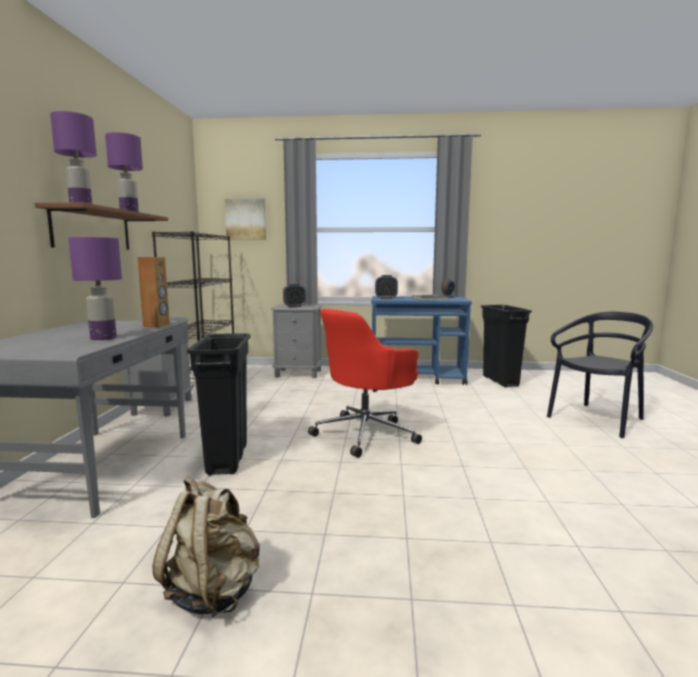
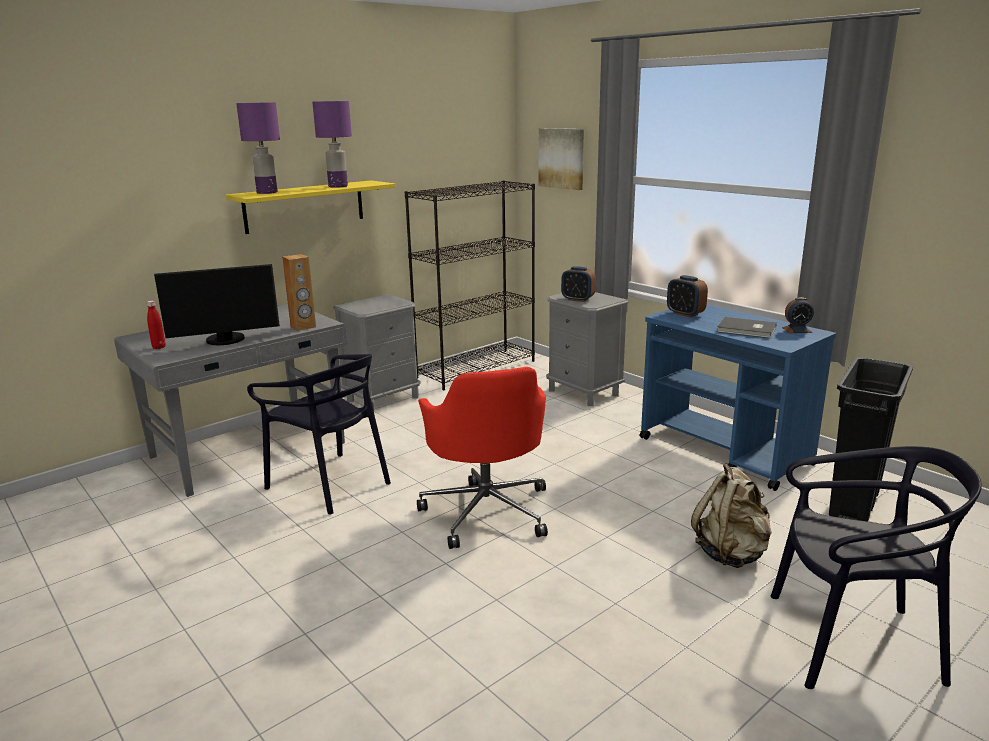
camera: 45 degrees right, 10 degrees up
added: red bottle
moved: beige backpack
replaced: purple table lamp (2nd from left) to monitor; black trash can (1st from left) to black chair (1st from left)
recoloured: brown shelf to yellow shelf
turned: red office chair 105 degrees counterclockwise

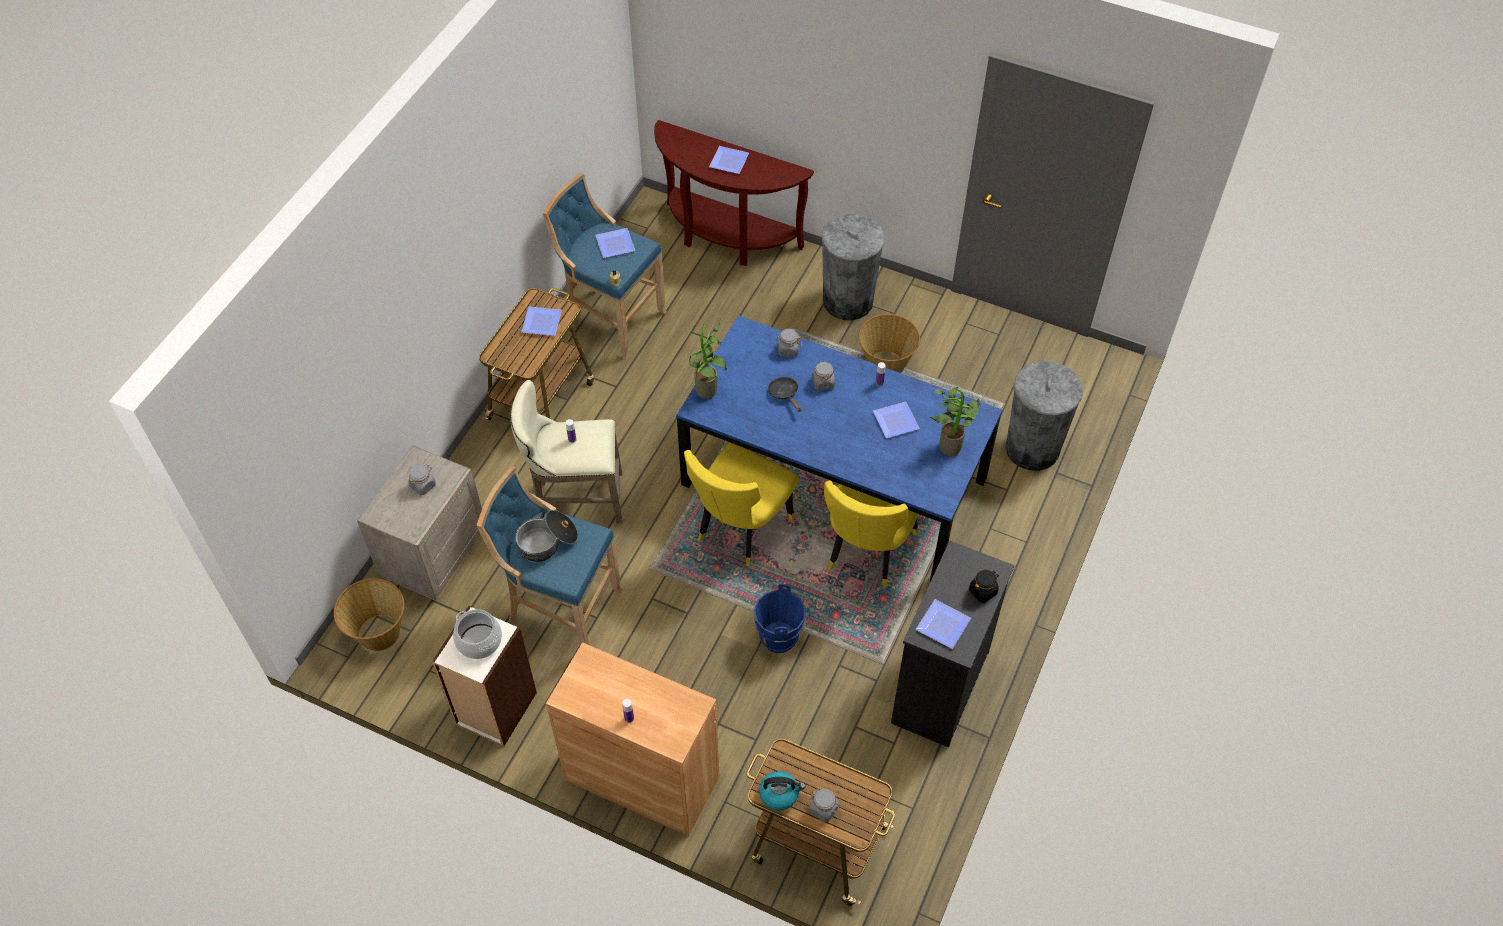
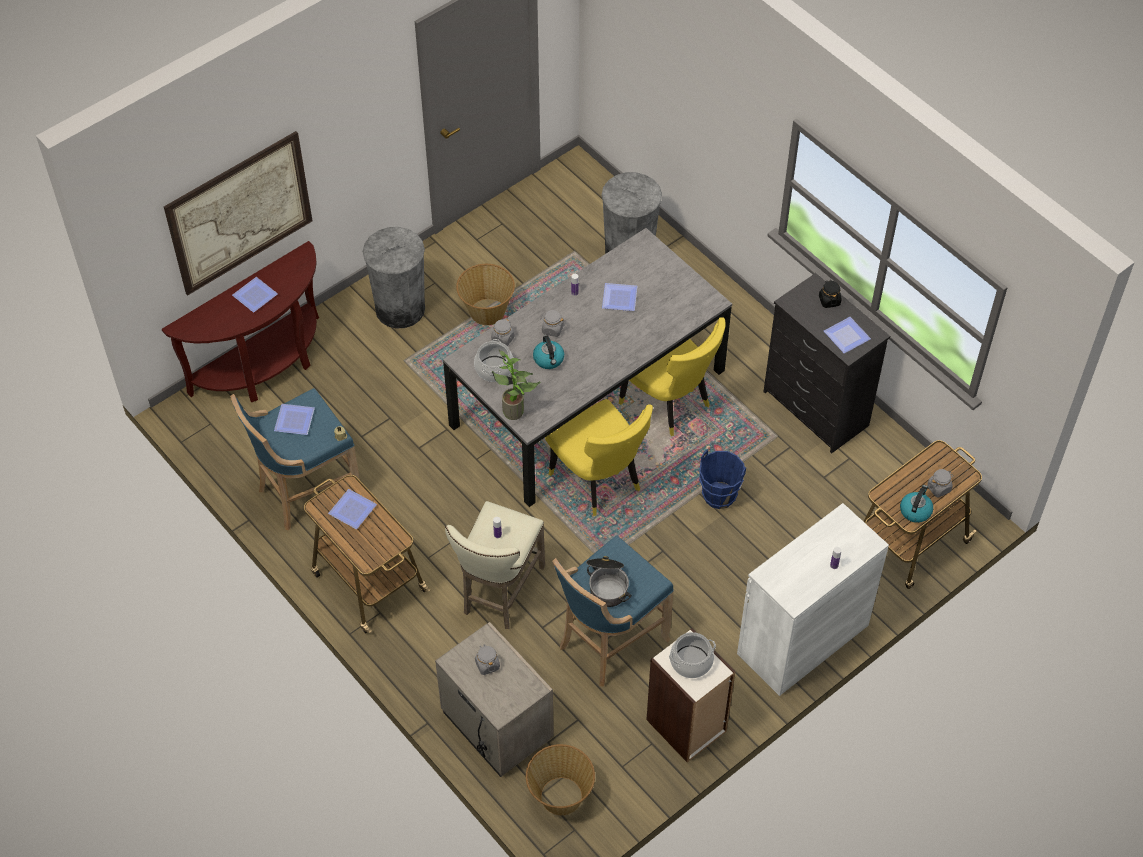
camera: 65 degrees left, 0 degrees up
removed: potted plant (2nd from left)
added: picture; cooking pot (1st from left)
replaced: black frying pan to kettle (1st from left)
recoloured: blue dining table to grey dining table; brown cabinet to white cabinet

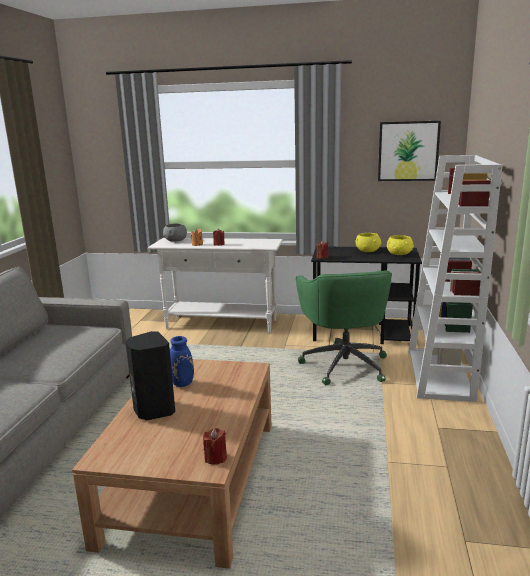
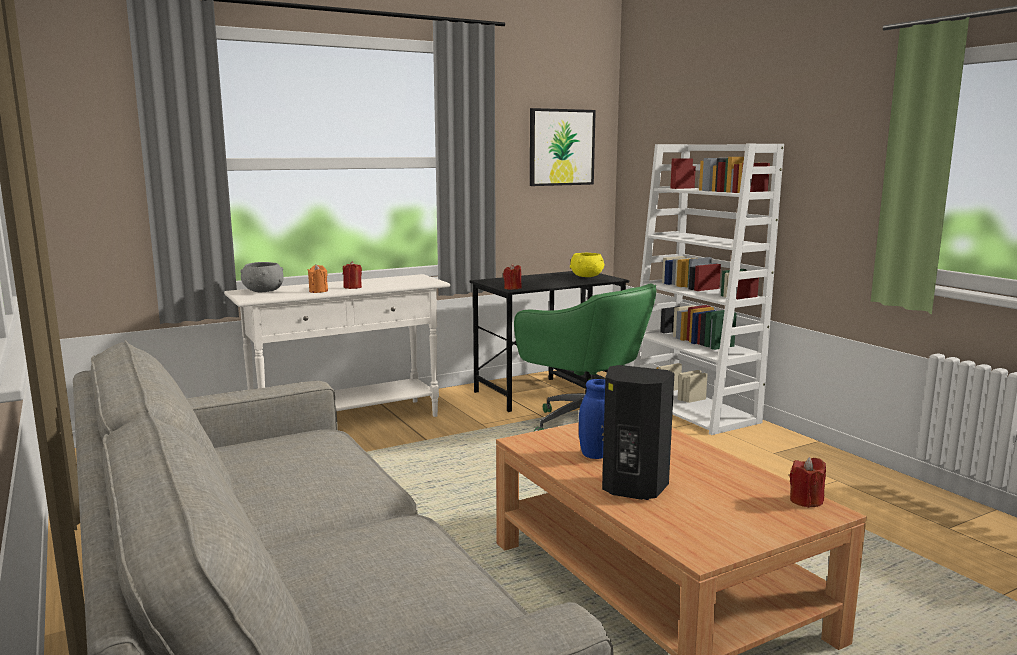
camera: 40 degrees left, 5 degrees down
removed: yellow bowl (1st from left)

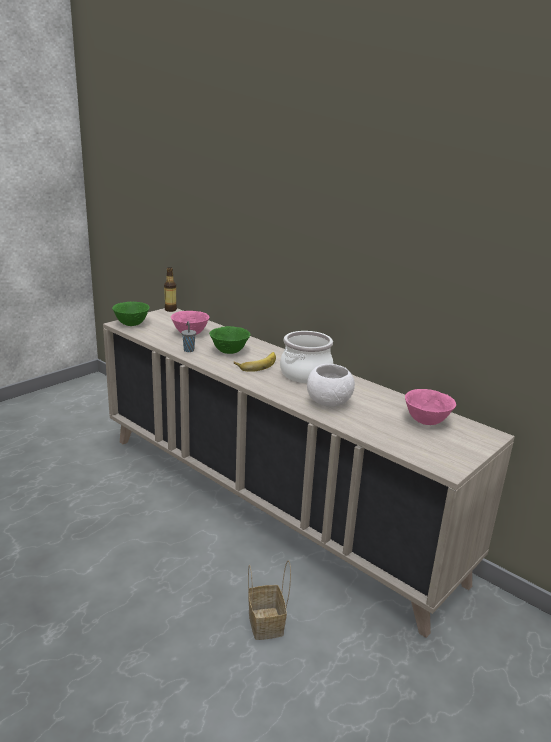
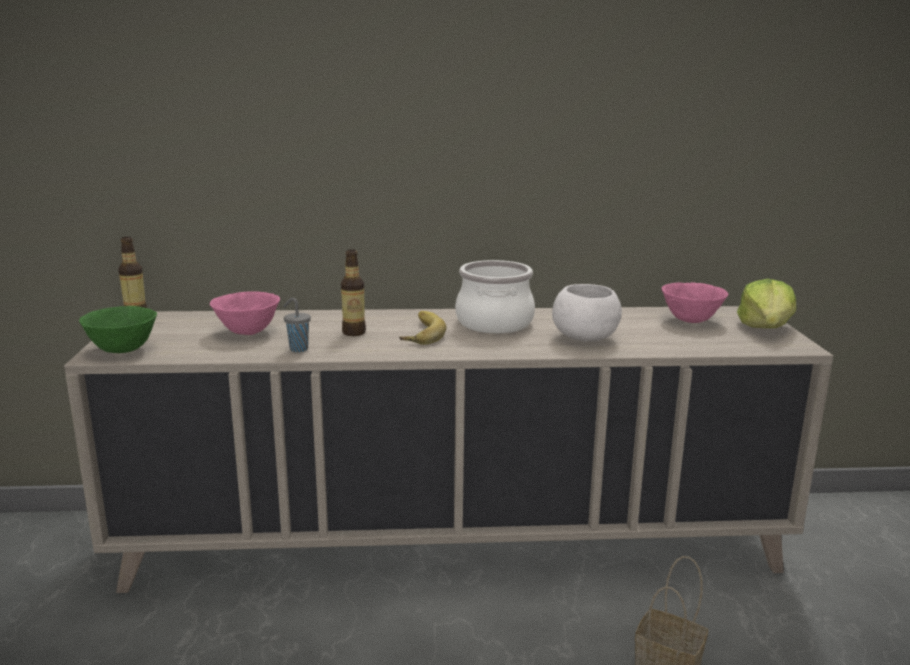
camera: 45 degrees left, 5 degrees down
added: lettuce
replaced: green bowl (2nd from left) to bottle (2nd from left)

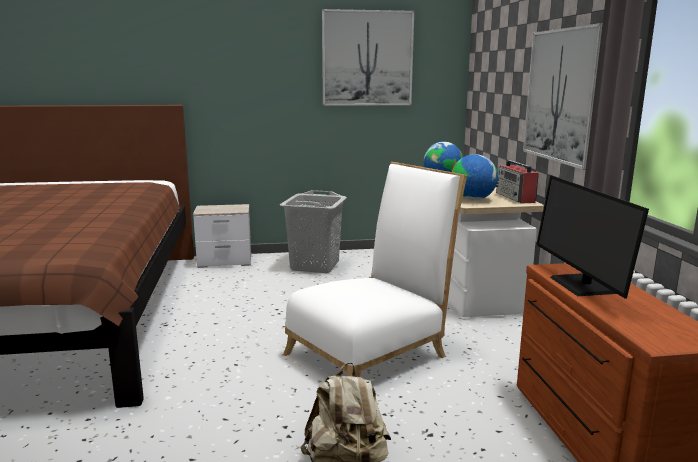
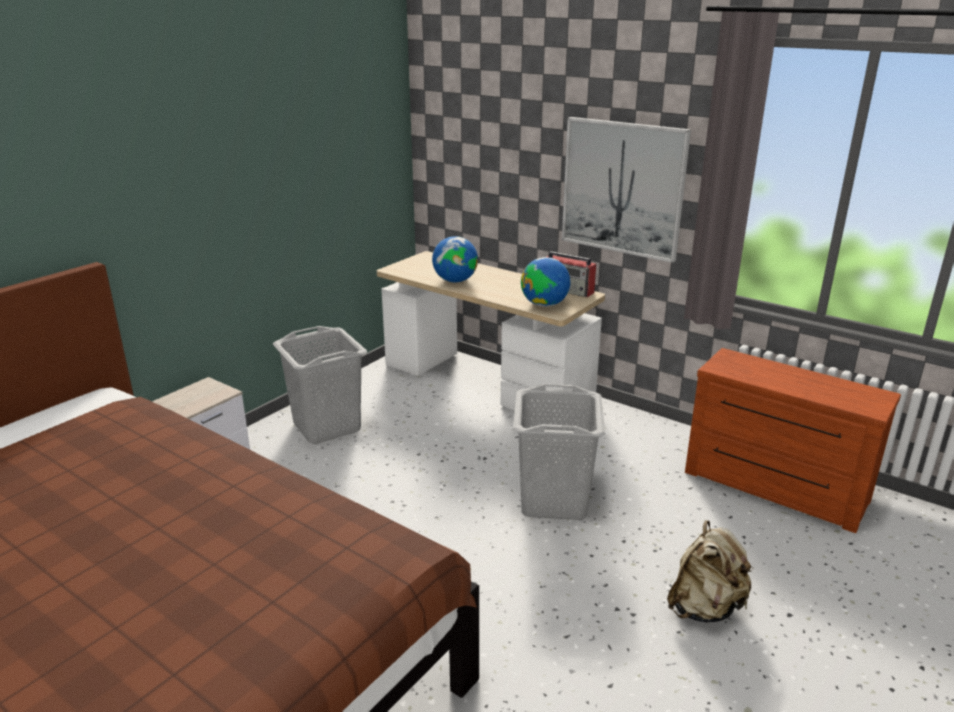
camera: 45 degrees left, 10 degrees up
removed: picture (1st from left); monitor
replaced: white chair to grey laundry basket (2nd from left)

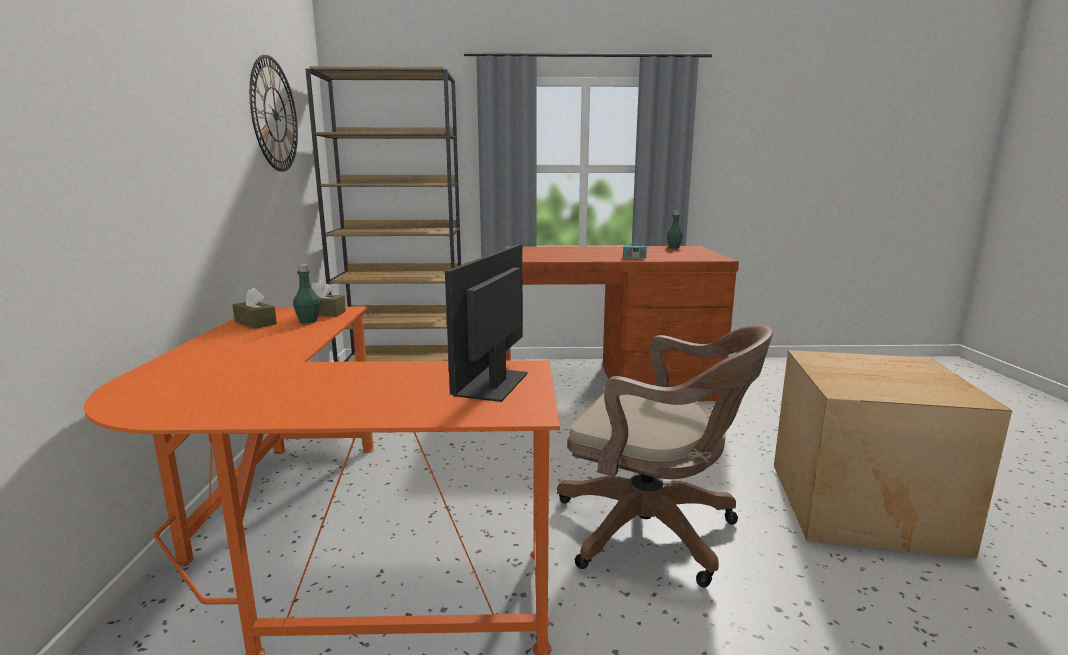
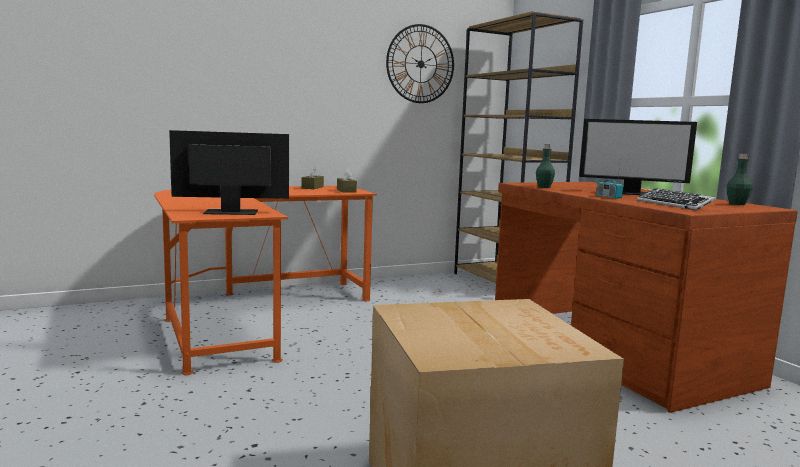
camera: 65 degrees right, 5 degrees down
removed: brown office chair
added: monitor (2nd from left); keyboard
moved: green bottle (1st from left)

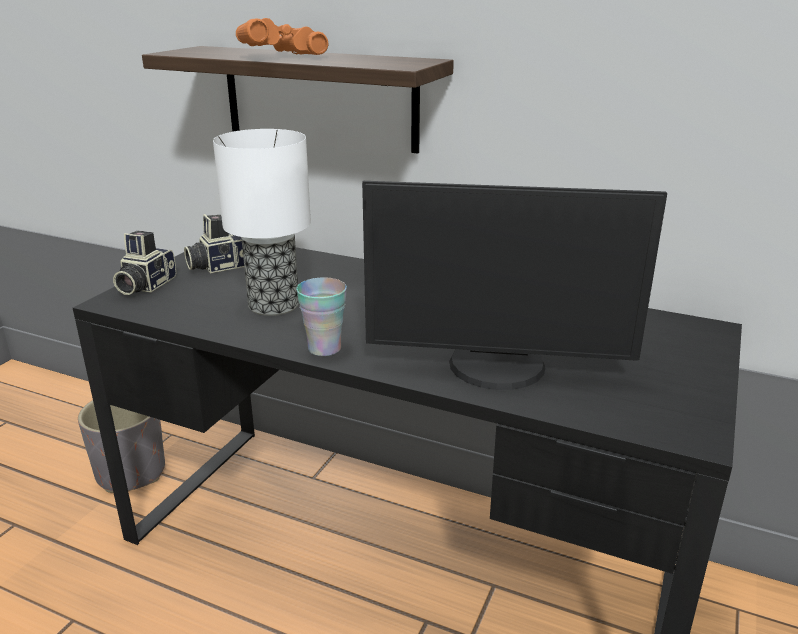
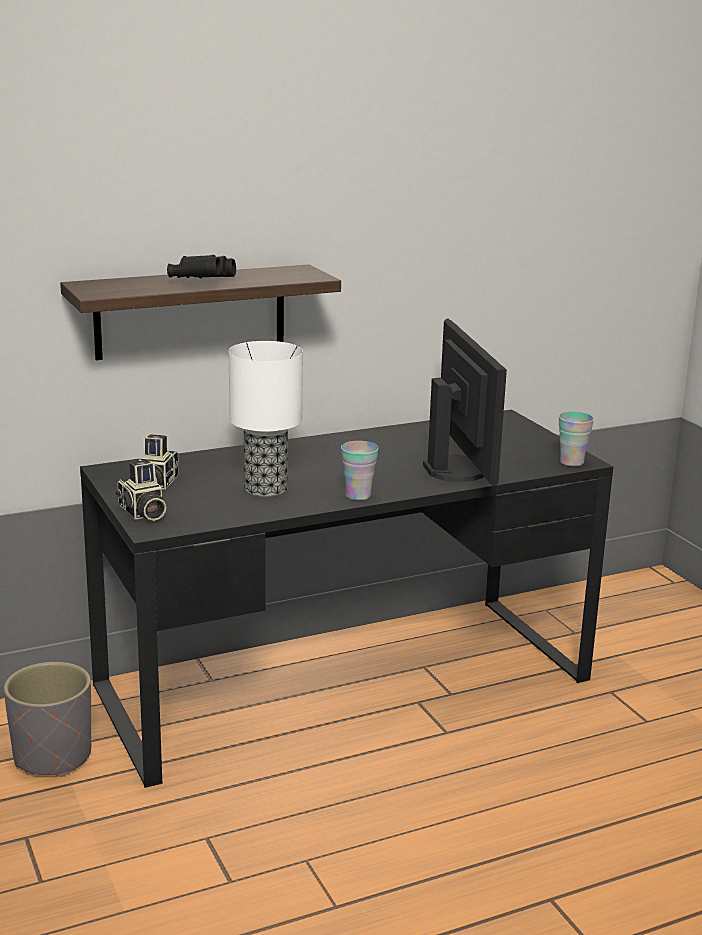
camera: 50 degrees left, 5 degrees down
added: cup (2nd from left)
recoloured: orange binoculars to black binoculars
turned: monitor 60 degrees counterclockwise

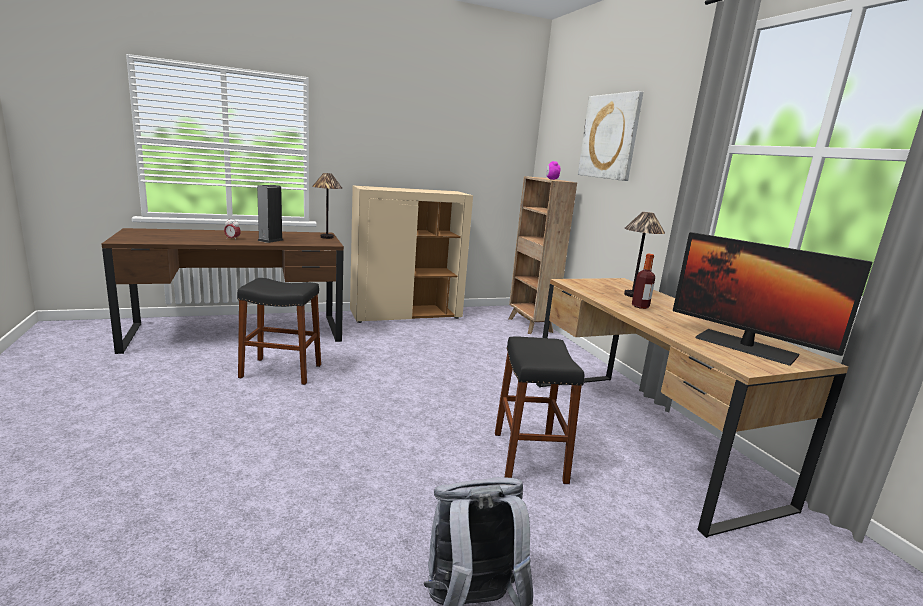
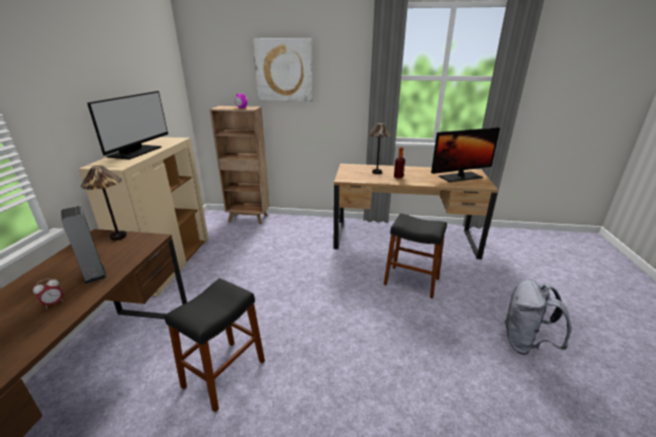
camera: 60 degrees left, 10 degrees up
added: monitor (1st from left)

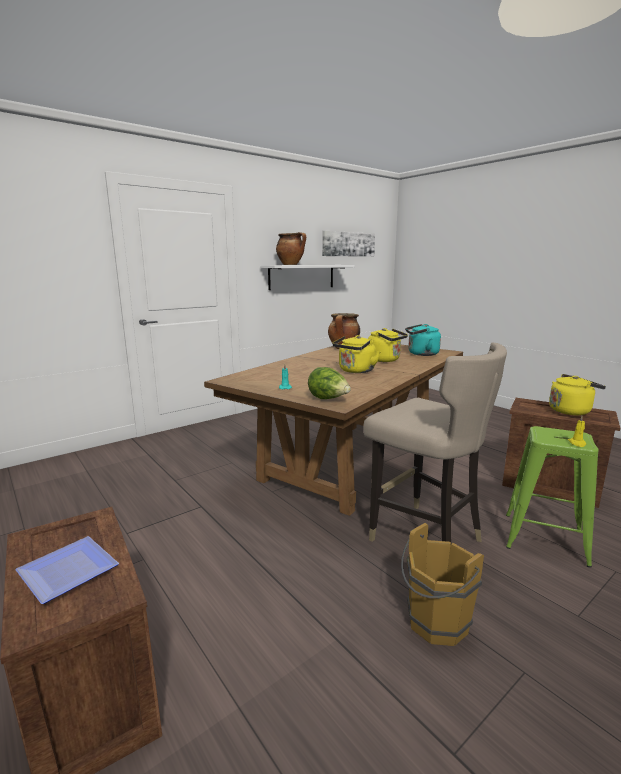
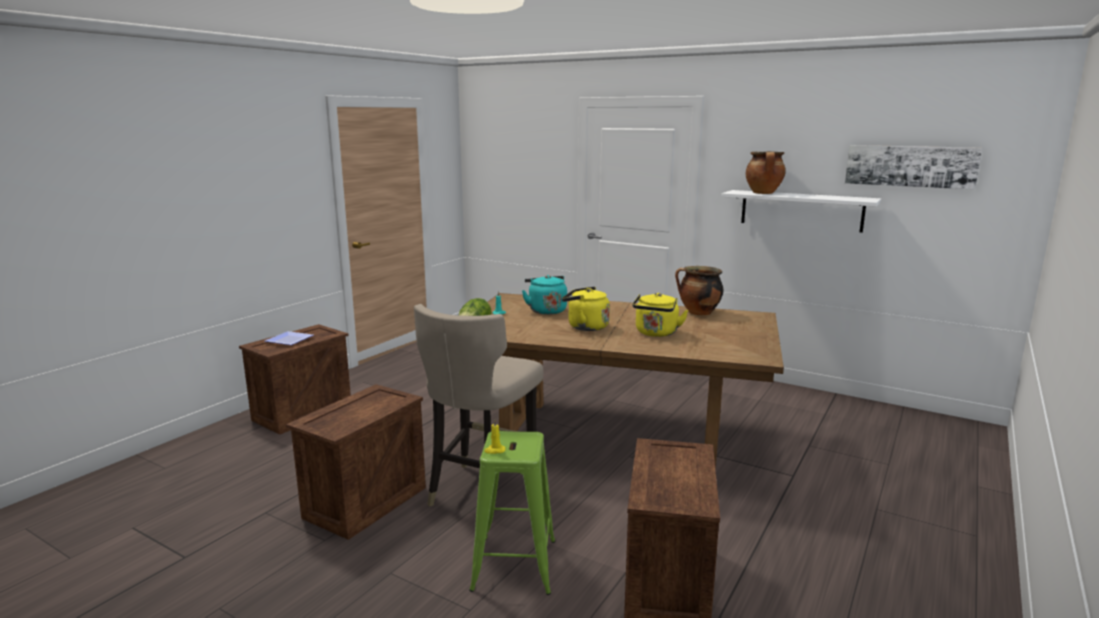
camera: 70 degrees right, 0 degrees up
removed: yellow kettle (3rd from left)
moved: turquoise kettle
replaced: brown bucket to crate (2nd from left)

